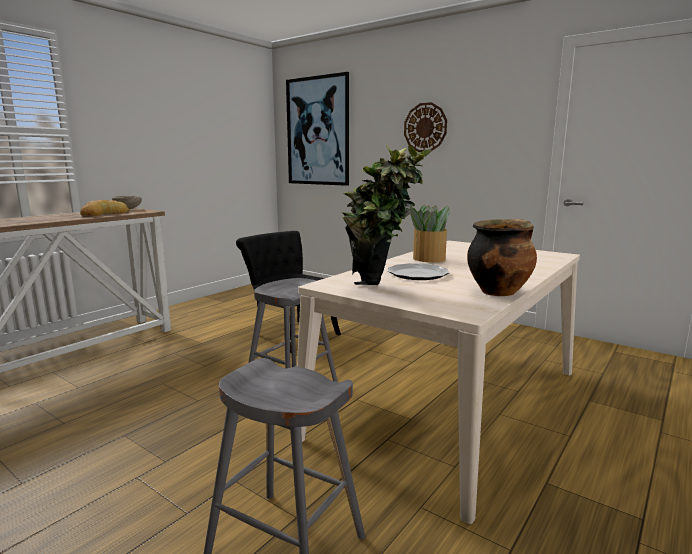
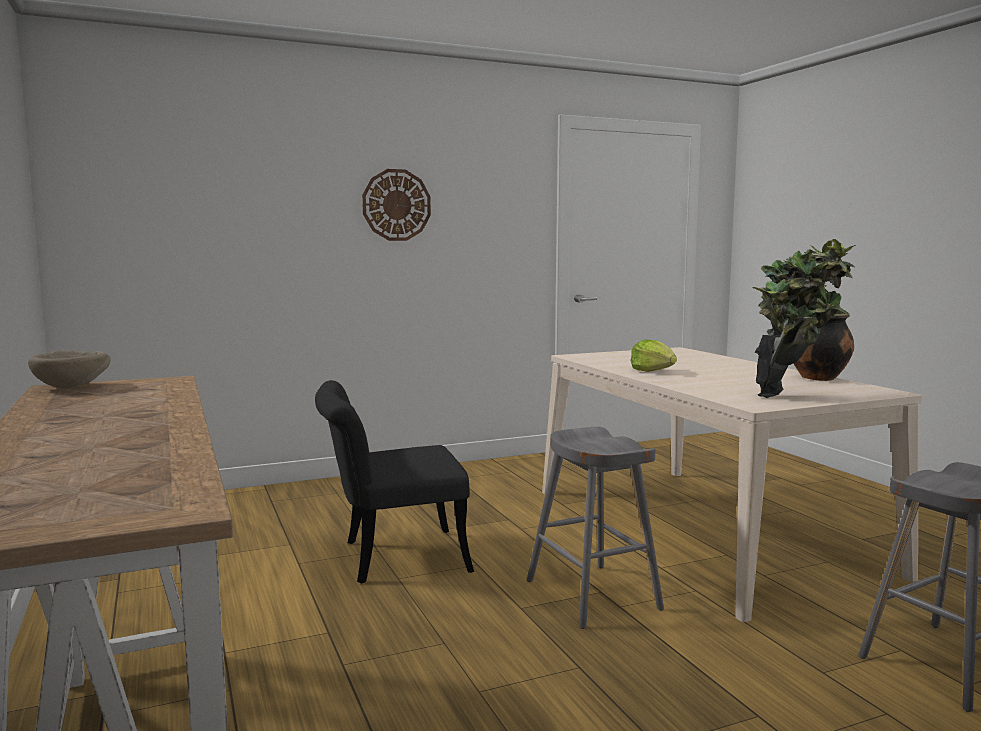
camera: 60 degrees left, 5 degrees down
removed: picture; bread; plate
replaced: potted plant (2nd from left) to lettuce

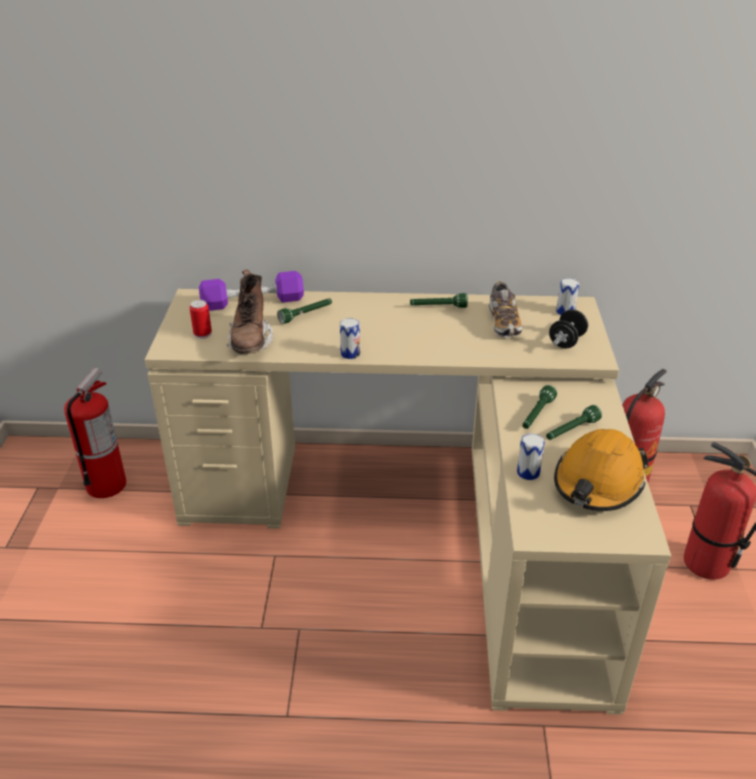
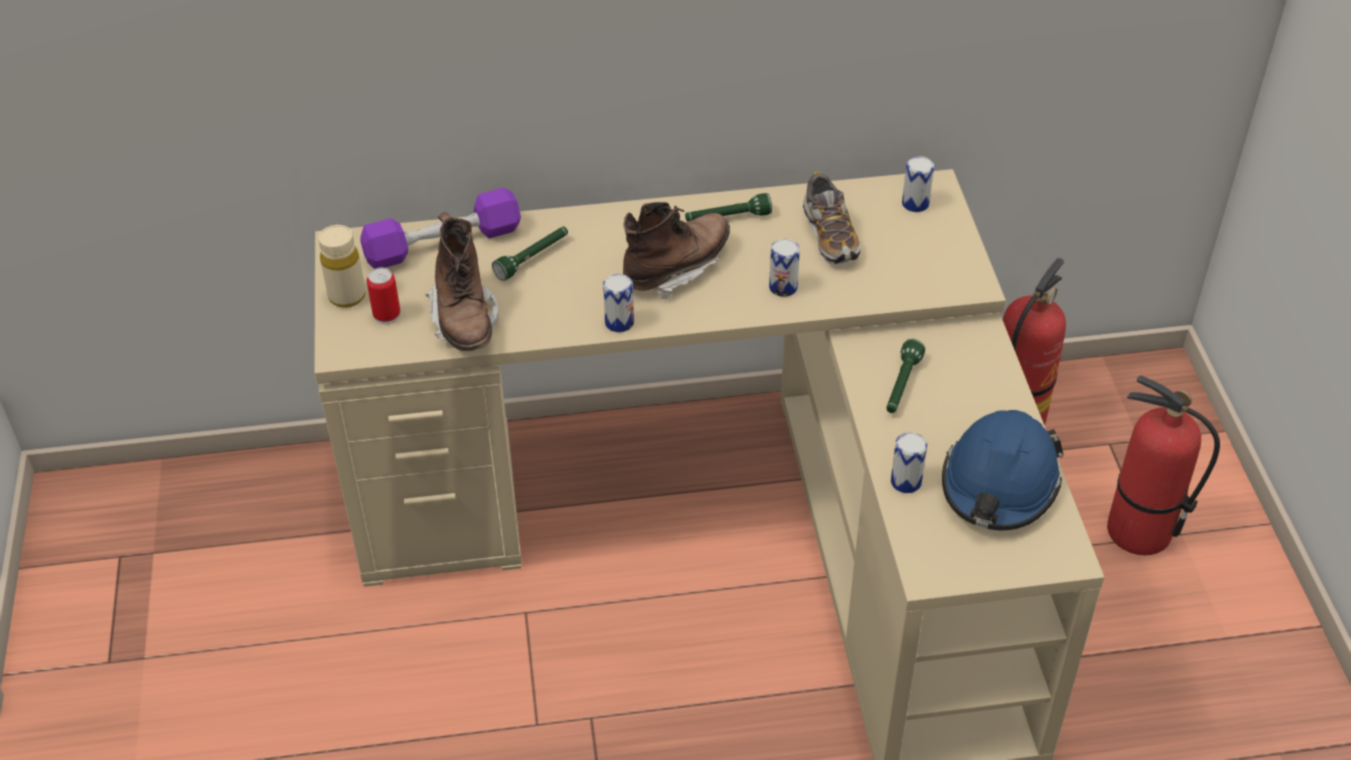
camera: 10 degrees left, 10 degrees up
removed: black dumbbell; fire extinguisher (1st from left); green flashlight (4th from left)
added: brown boot (2nd from left); beige bottle; can (3rd from left)
recoloured: orange hard hat to blue hard hat

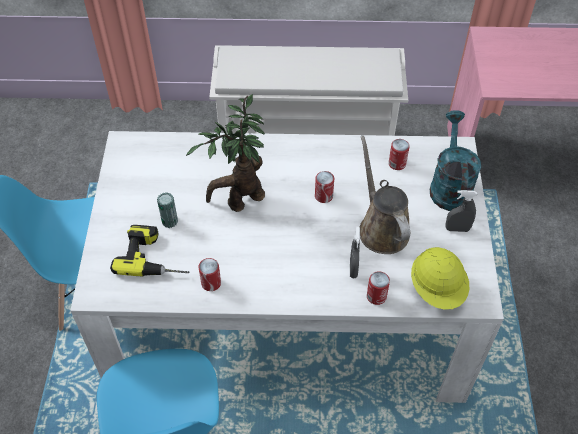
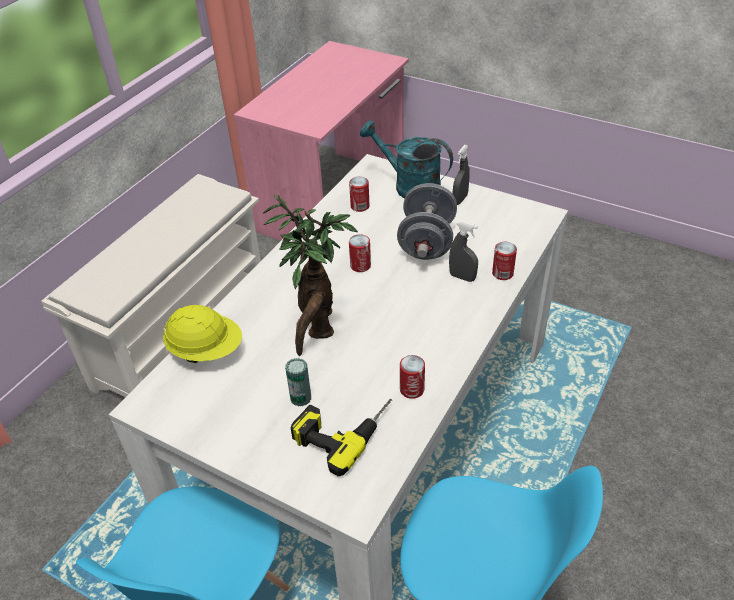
camera: 60 degrees left, 10 degrees down
moved: yellow hard hat
replaced: brown watering can to grey dumbbell

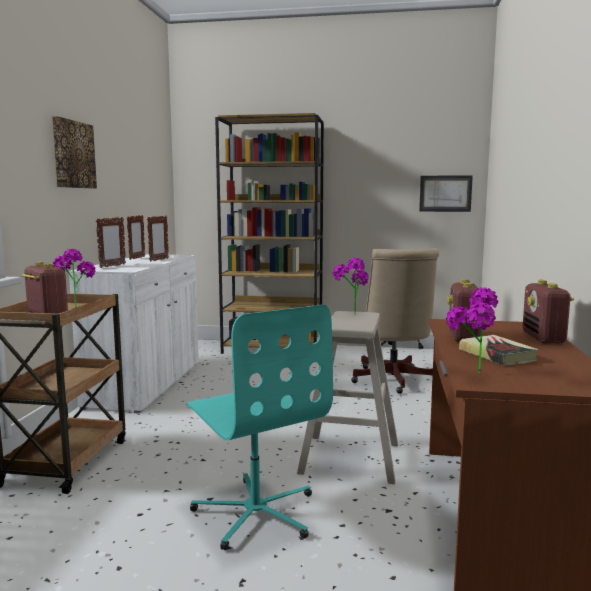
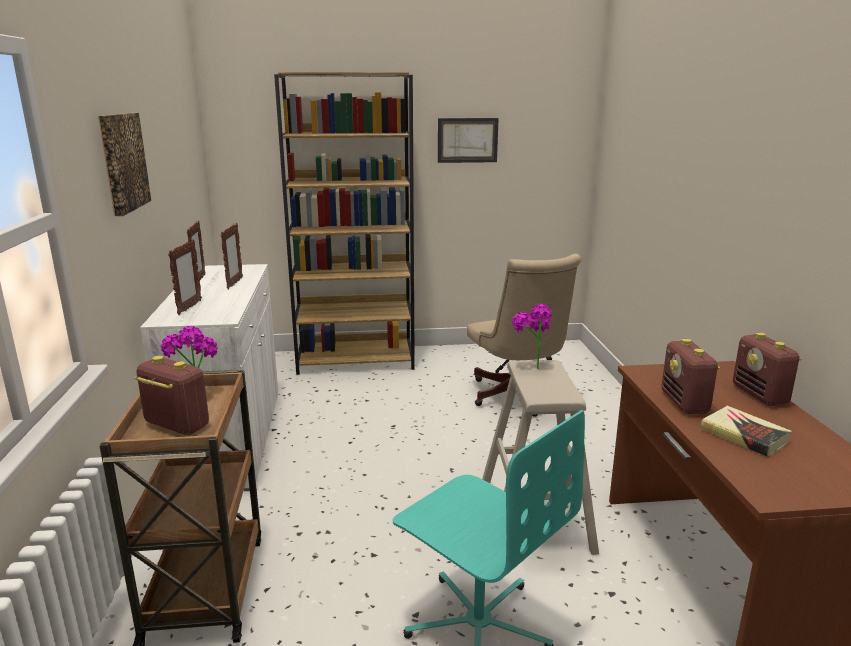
camera: 15 degrees left, 10 degrees up
removed: potted plant (3rd from left)
moved: picture (2nd from left)

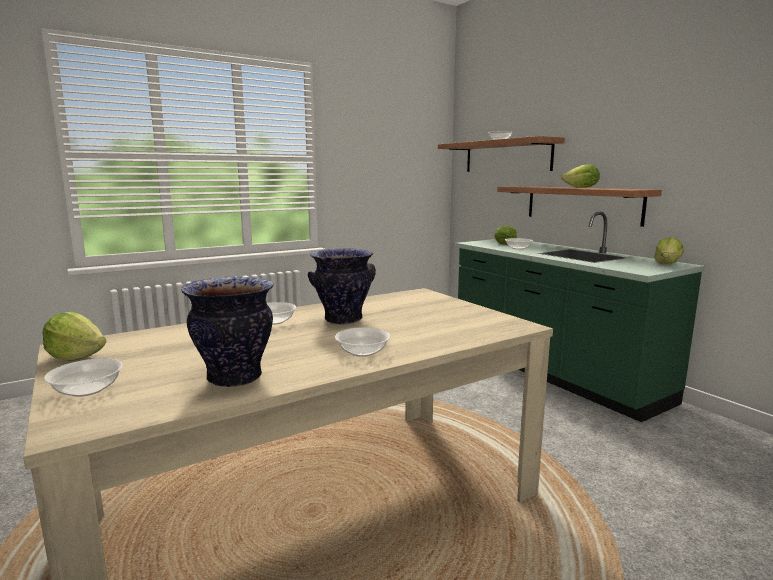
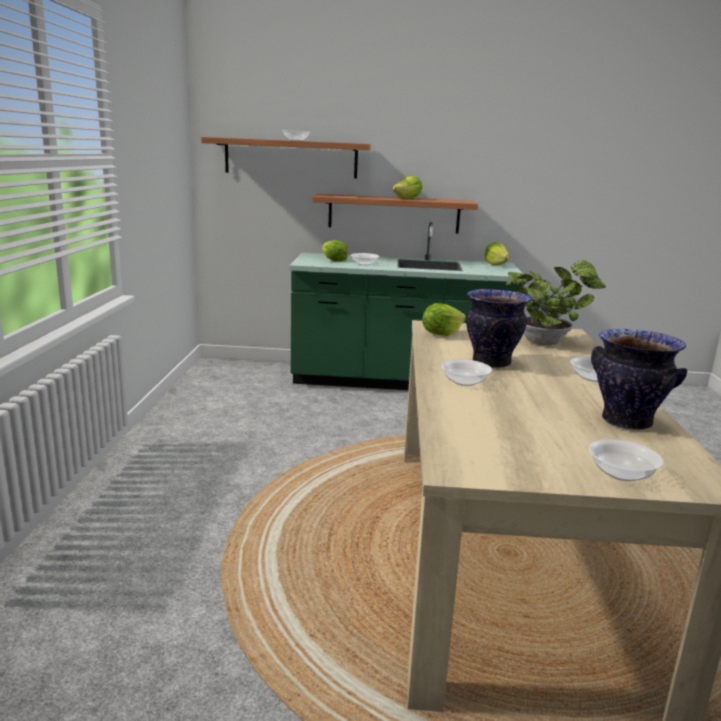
camera: 55 degrees left, 5 degrees up
added: potted plant
moved: lettuce (1st from left in the first image) to lettuce (3rd from left)

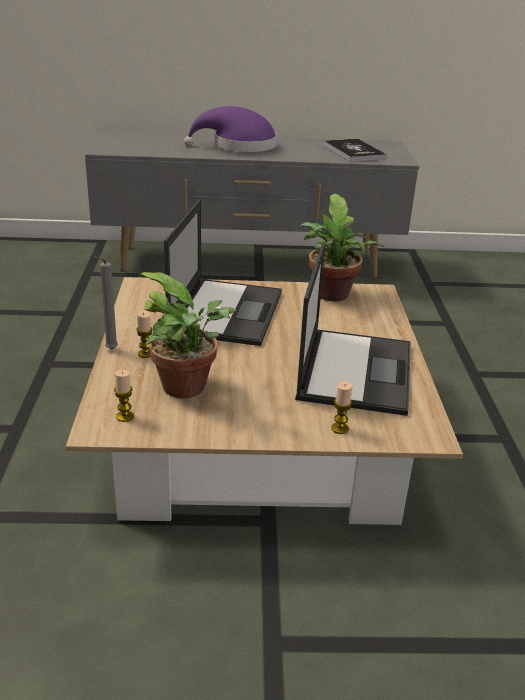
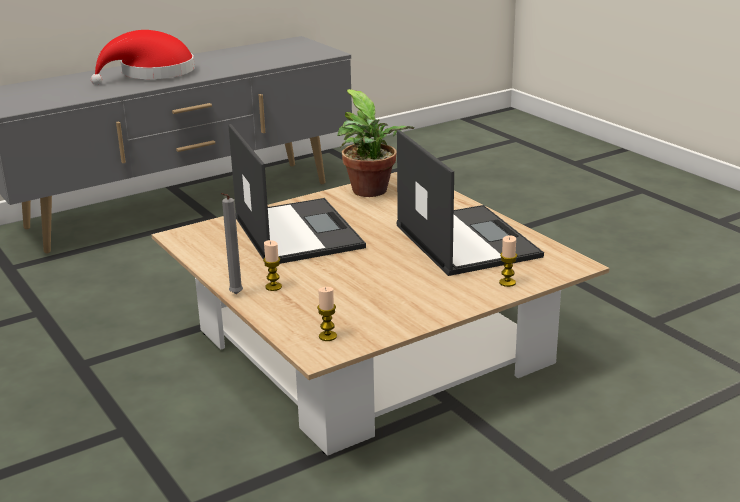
camera: 30 degrees left, 5 degrees down
removed: book; potted plant (1st from left)
recoloured: purple hat to red hat

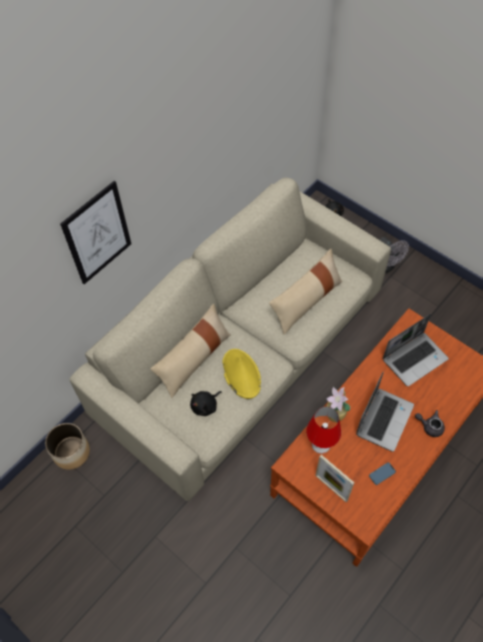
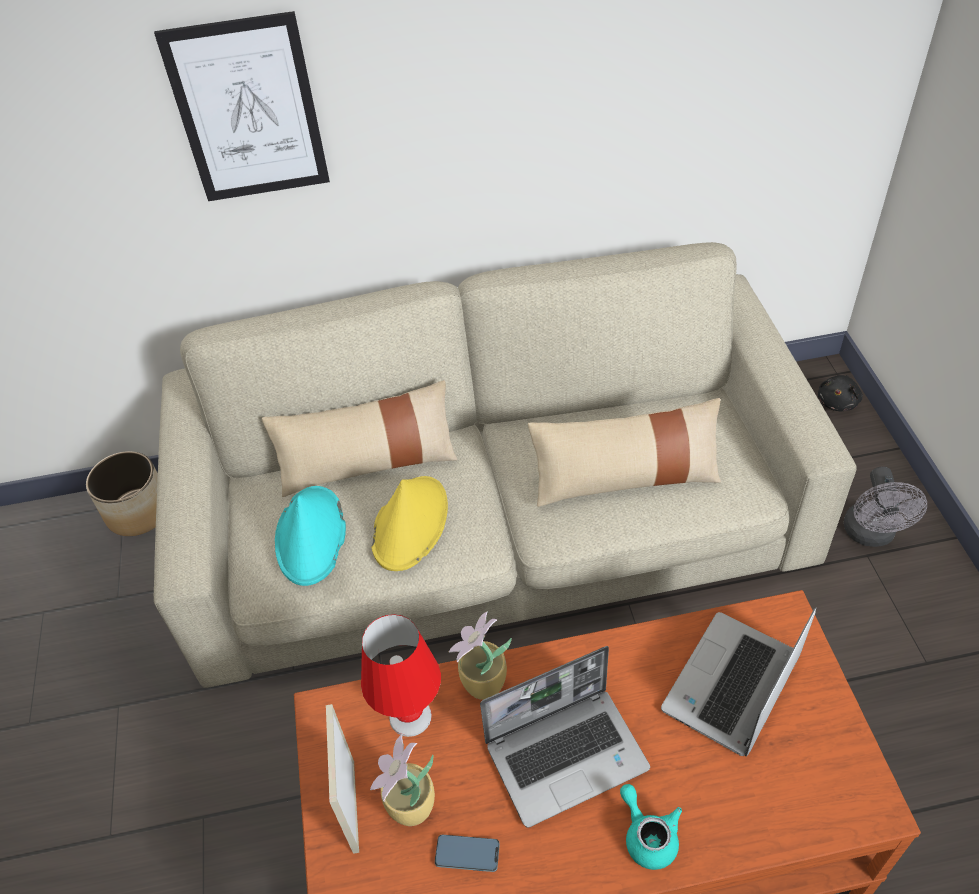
camera: 40 degrees right, 10 degrees down
added: potted plant (1st from left)
replaced: black plush toy (1st from left) to turquoise hat
recoloured: grey teapot to turquoise teapot
turned: laptop (2nd from left) 120 degrees clockwise

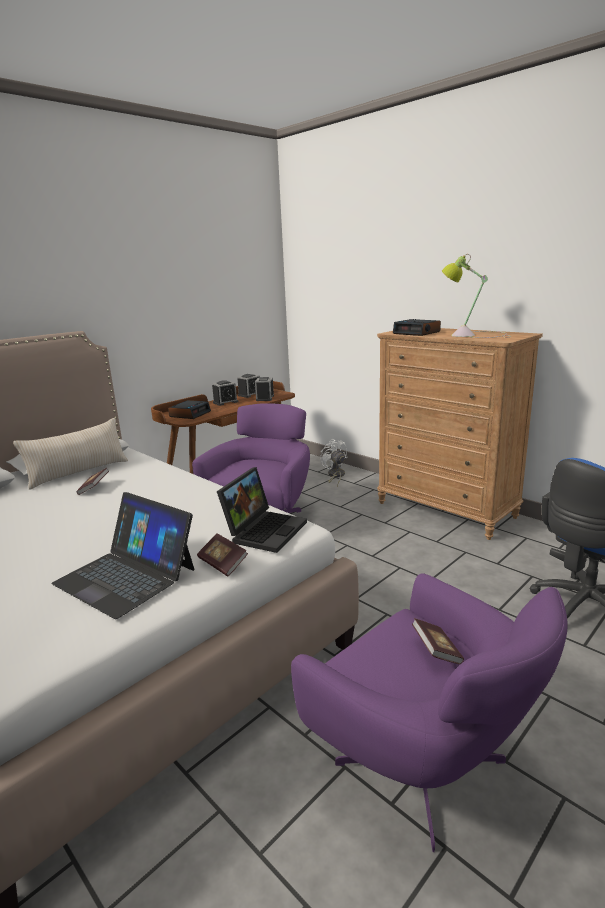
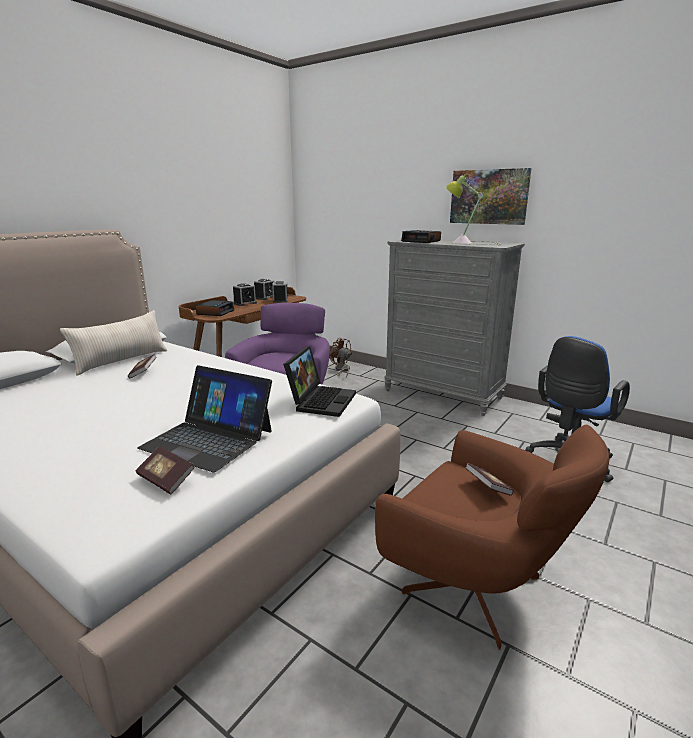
camera: 10 degrees left, 0 degrees up
added: picture
moved: book (2nd from left)
recoloured: brown dresser to grey dresser; white fan to brown fan; purple armchair (2nd from left) to brown armchair

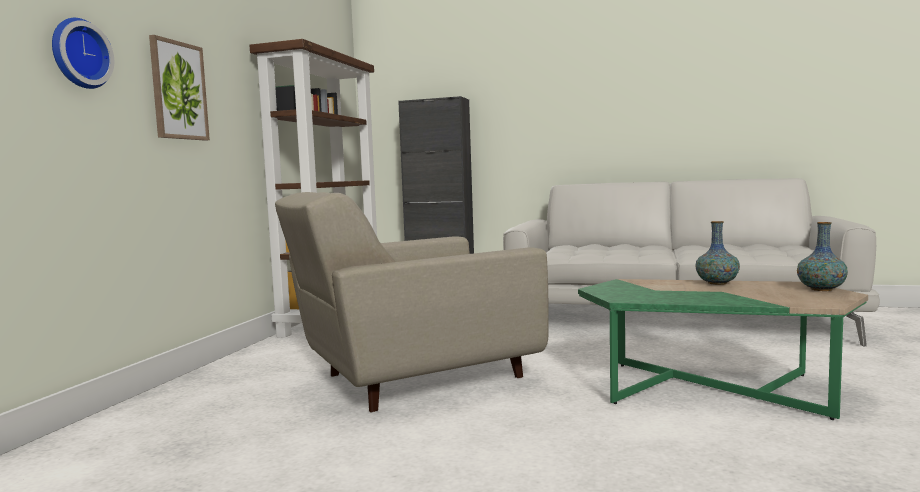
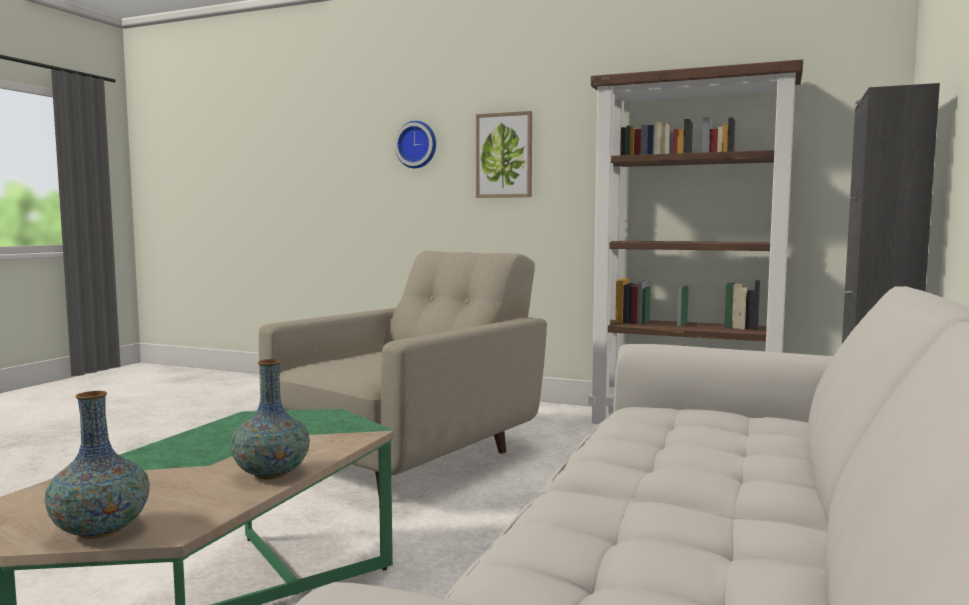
camera: 95 degrees right, 0 degrees up
turned: beige armchair 60 degrees clockwise

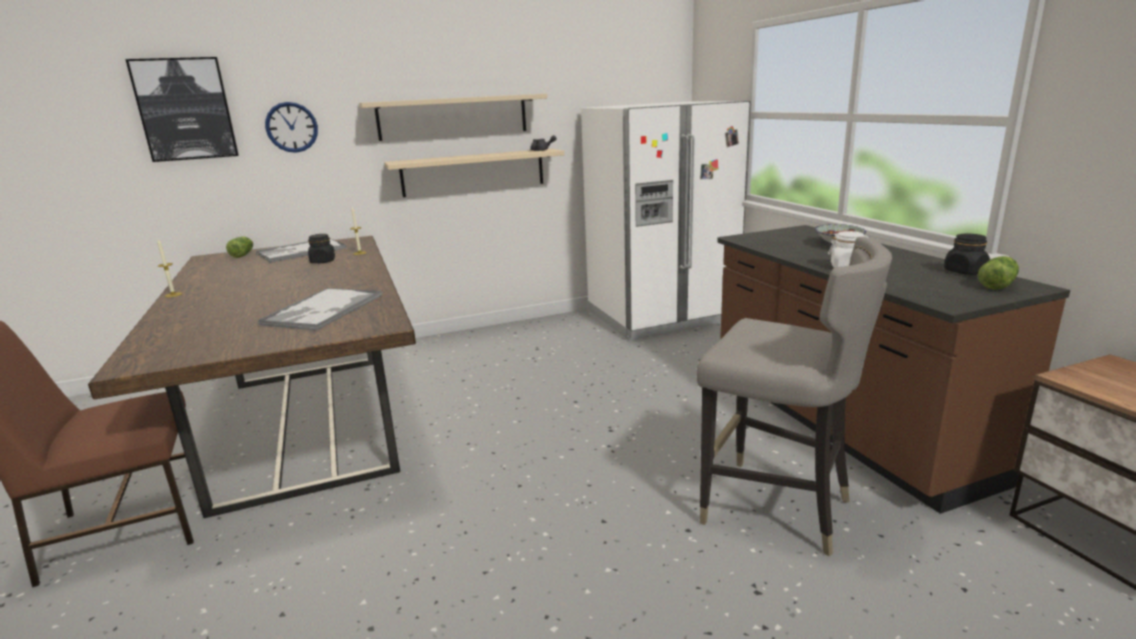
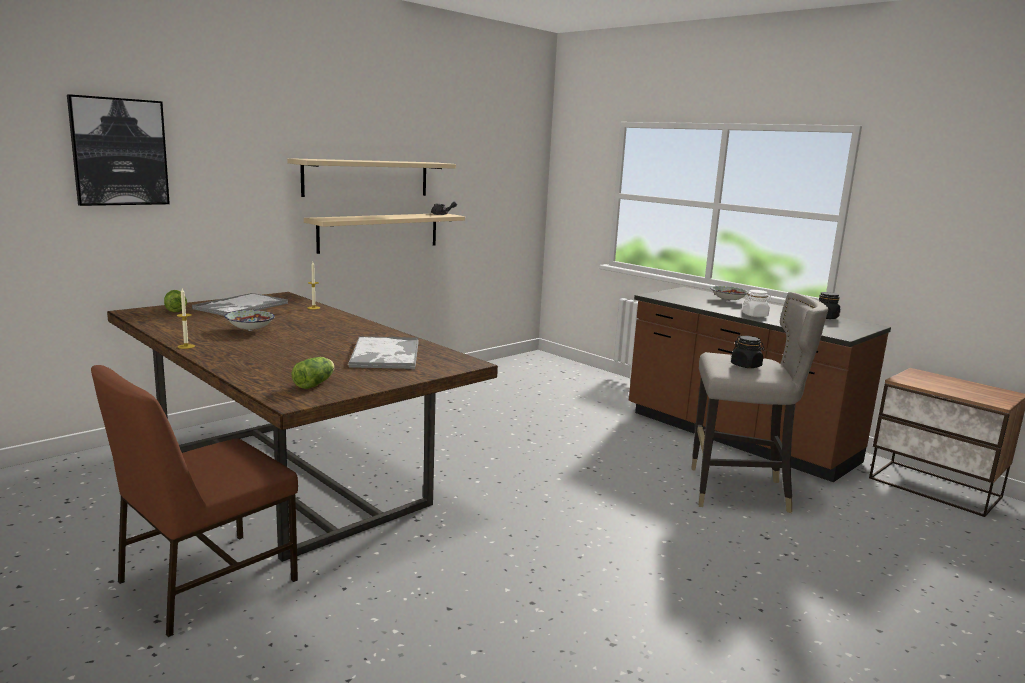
camera: 25 degrees left, 5 degrees down
removed: white fridge; wall clock
added: bowl (1st from left)
moved: black jar (1st from left); lettuce (2nd from left)

